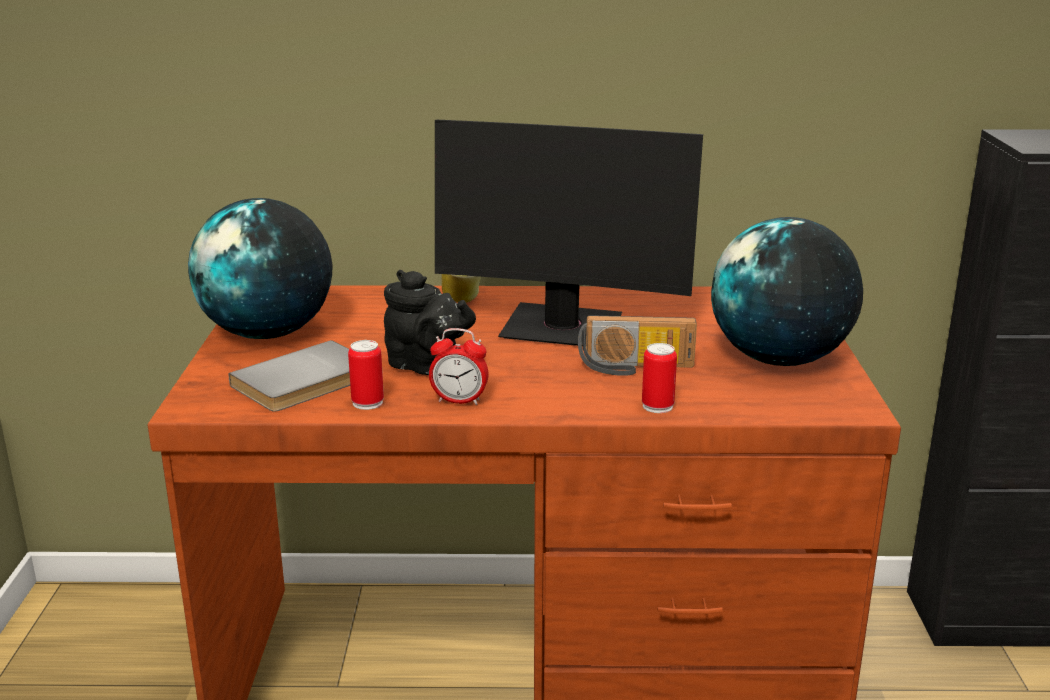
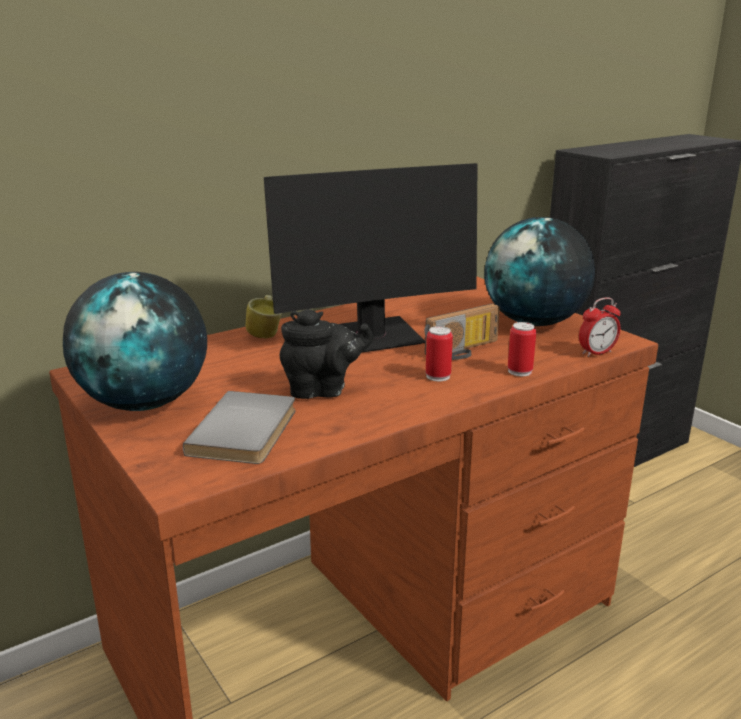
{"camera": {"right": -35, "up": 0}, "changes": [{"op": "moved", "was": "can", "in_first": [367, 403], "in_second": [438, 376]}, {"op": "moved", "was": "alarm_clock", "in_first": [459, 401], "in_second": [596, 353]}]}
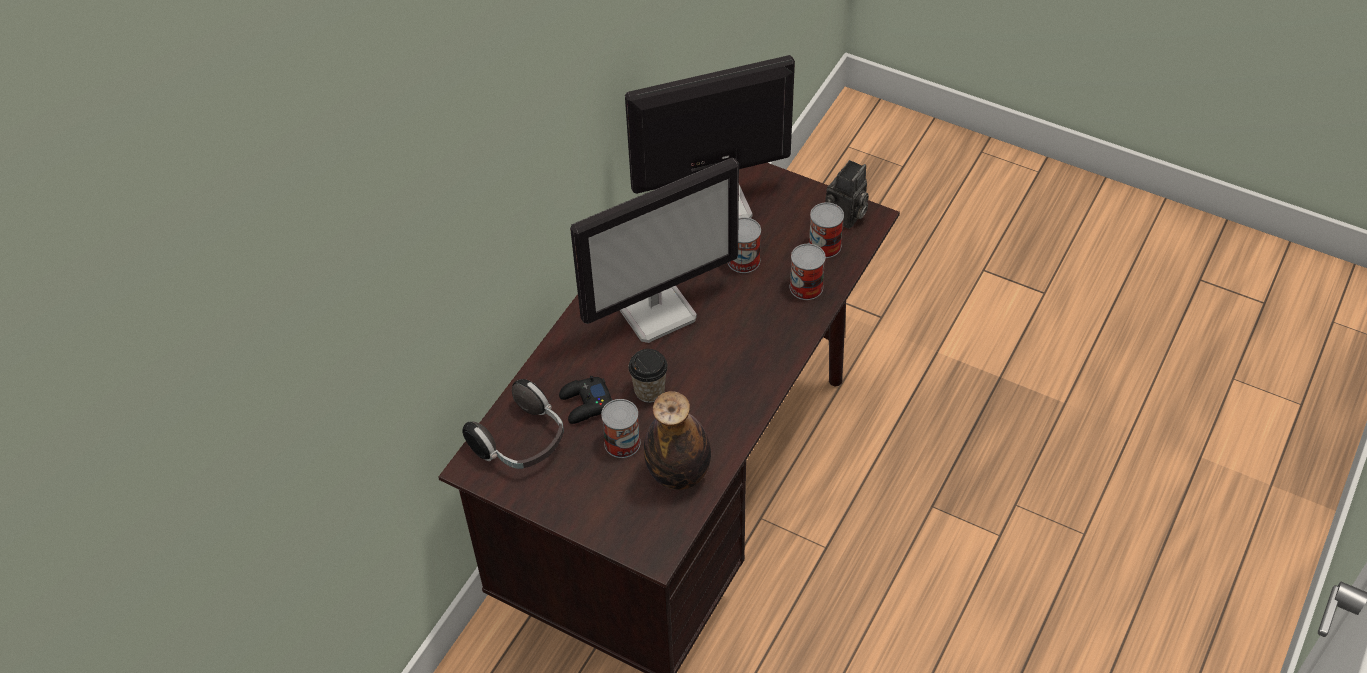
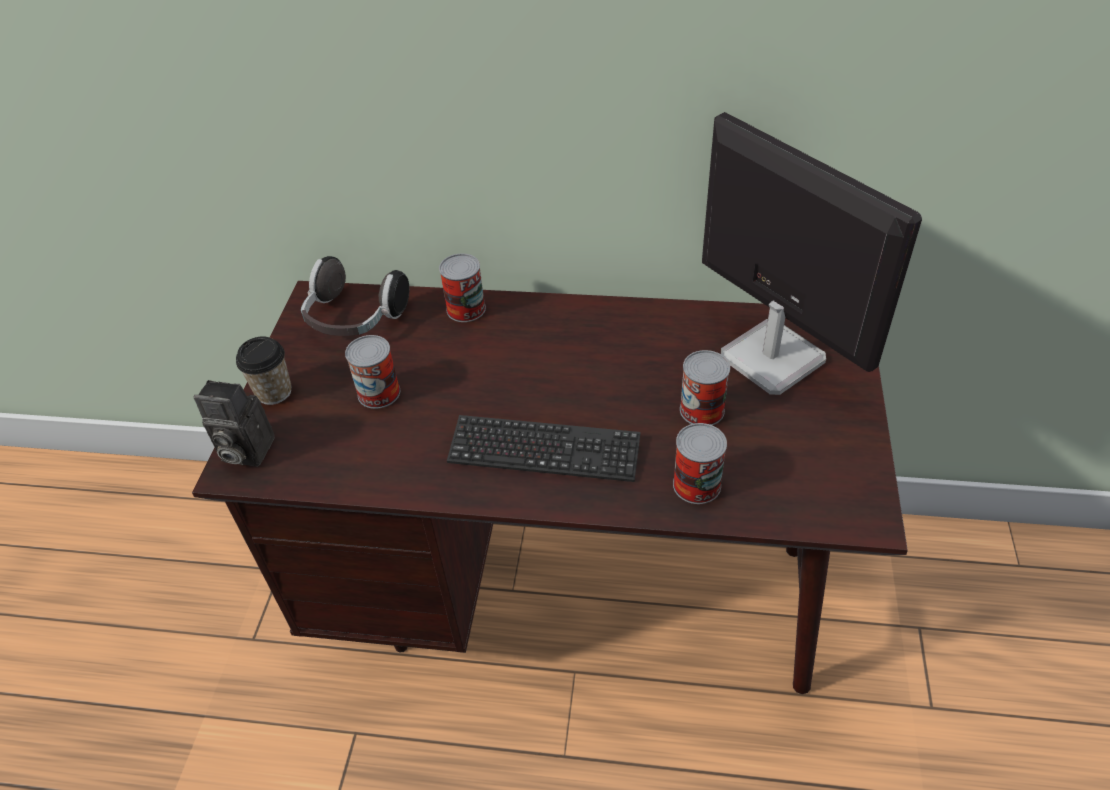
{"camera": {"right": 70, "up": -5}, "changes": [{"op": "moved", "was": "photo_camera", "in_first": [845, 216], "in_second": [244, 451]}, {"op": "moved", "was": "cup", "in_first": [649, 391], "in_second": [274, 392]}, {"op": "moved", "was": "can", "in_first": [824, 245], "in_second": [466, 309]}, {"op": "added", "now": "keyboard", "in_second": [544, 451]}, {"op": "removed", "was": "black_game_controller", "in_first": [586, 404]}, {"op": "removed", "was": "monitor", "in_first": [657, 310]}, {"op": "removed", "was": "bottle", "in_first": [678, 473]}]}
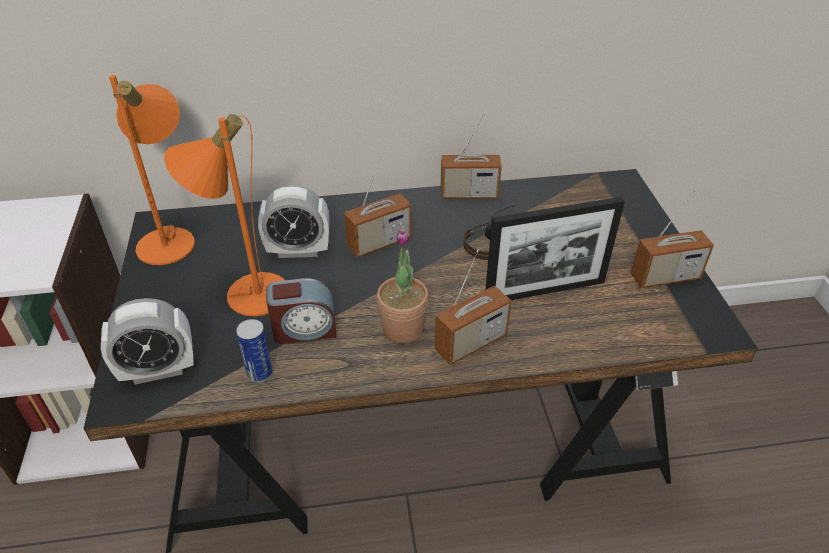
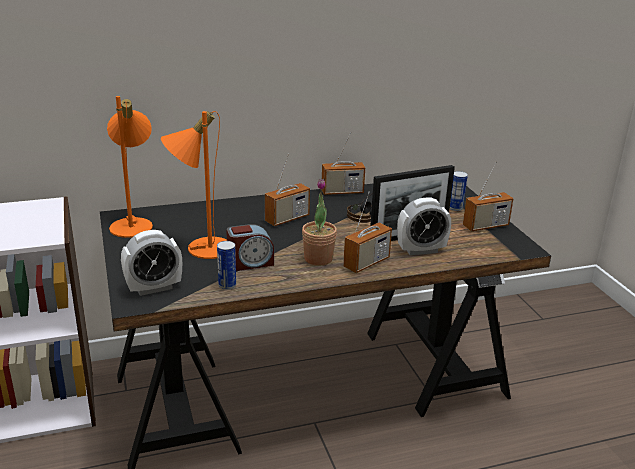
{"camera": {"right": -10, "up": -15}, "changes": [{"op": "moved", "was": "alarm_clock", "in_first": [298, 251], "in_second": [421, 250]}, {"op": "added", "now": "can", "in_second": [455, 208]}]}
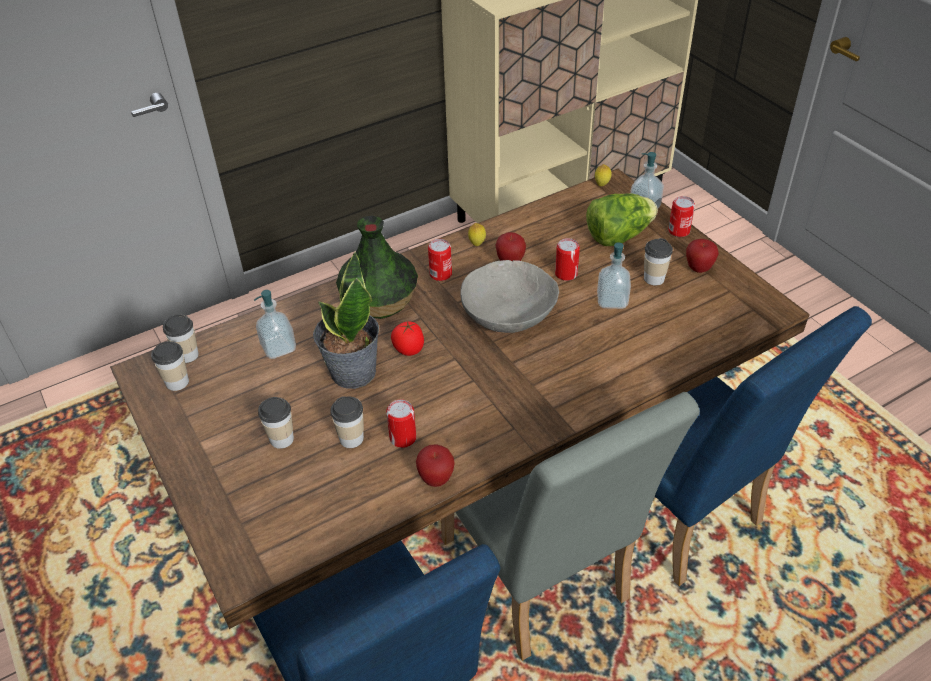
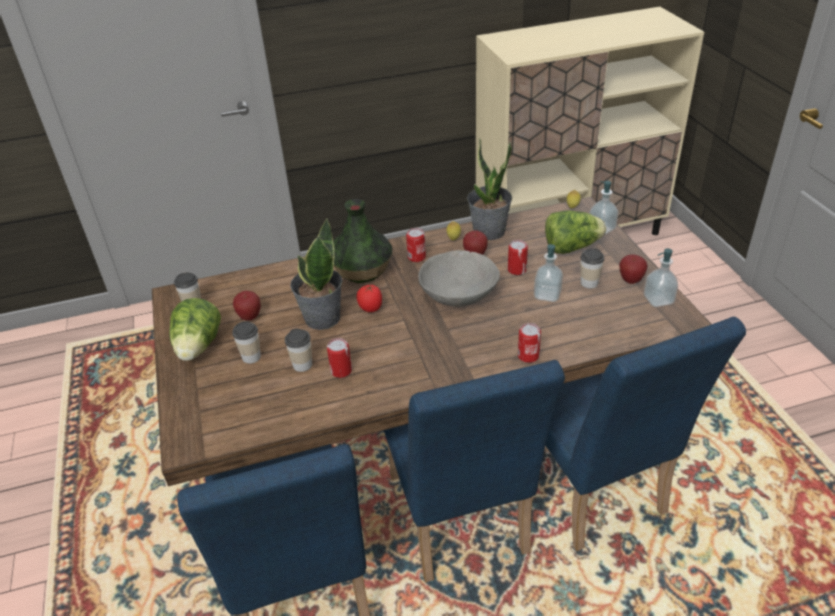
{"camera": {"right": 15, "up": -5}, "changes": [{"op": "added", "now": "lettuce", "in_second": [198, 347]}, {"op": "moved", "was": "apple", "in_first": [436, 479], "in_second": [250, 317]}, {"op": "recoloured", "was": "grey_chair", "now": "blue_chair", "in_first": [540, 582], "in_second": [460, 524]}, {"op": "added", "now": "potted_plant", "in_second": [489, 231]}, {"op": "moved", "was": "can", "in_first": [679, 231], "in_second": [528, 356]}, {"op": "moved", "was": "soap_dispenser", "in_first": [279, 348], "in_second": [658, 300]}, {"op": "removed", "was": "cup", "in_first": [187, 355]}]}
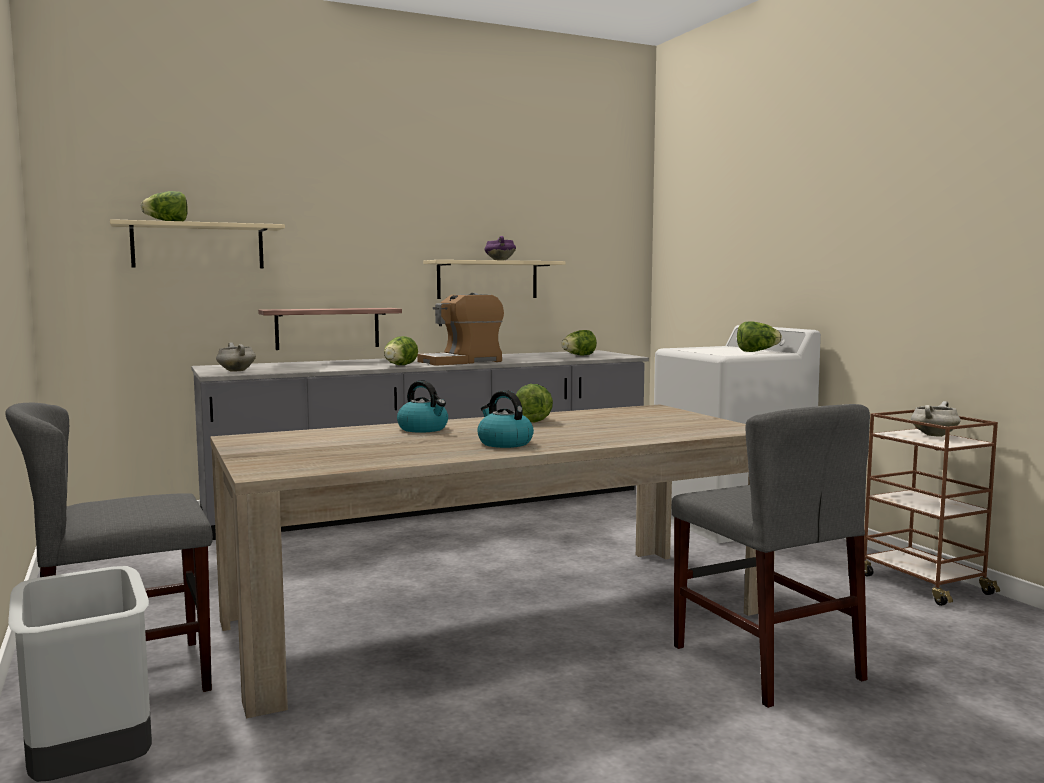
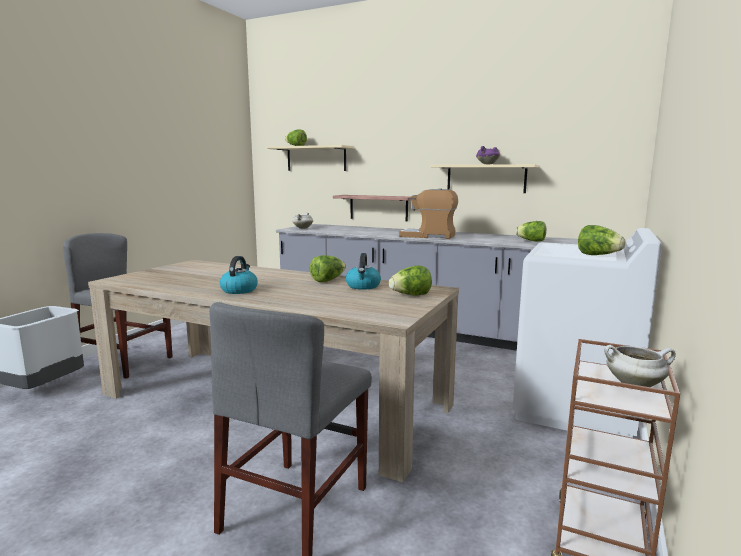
{"camera": {"right": 50, "up": 5}, "changes": [{"op": "moved", "was": "kettle", "in_first": [423, 429], "in_second": [363, 286]}, {"op": "moved", "was": "lettuce", "in_first": [399, 365], "in_second": [411, 295]}]}
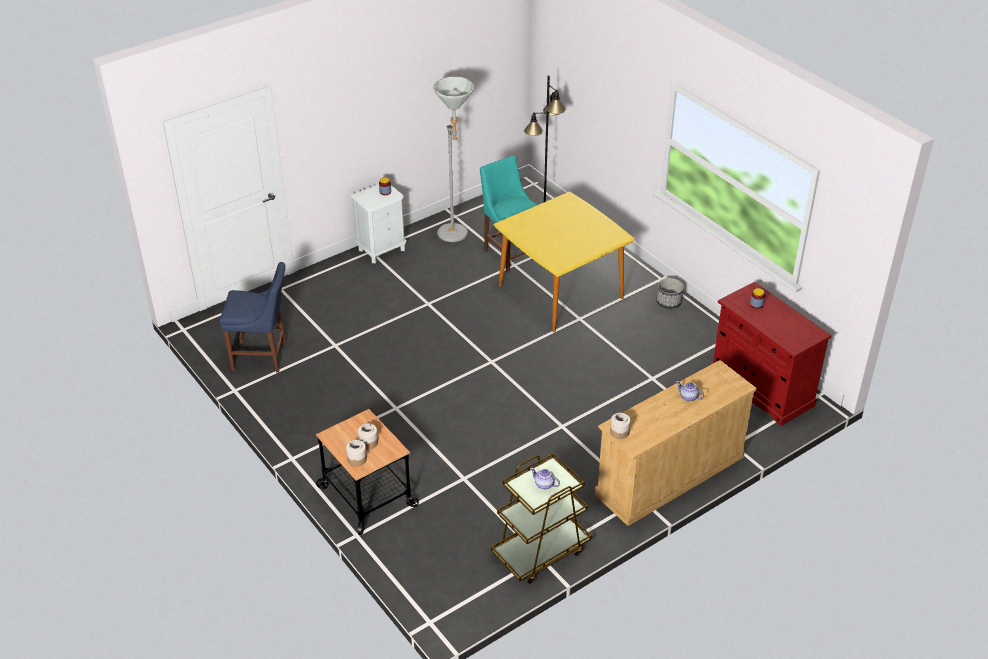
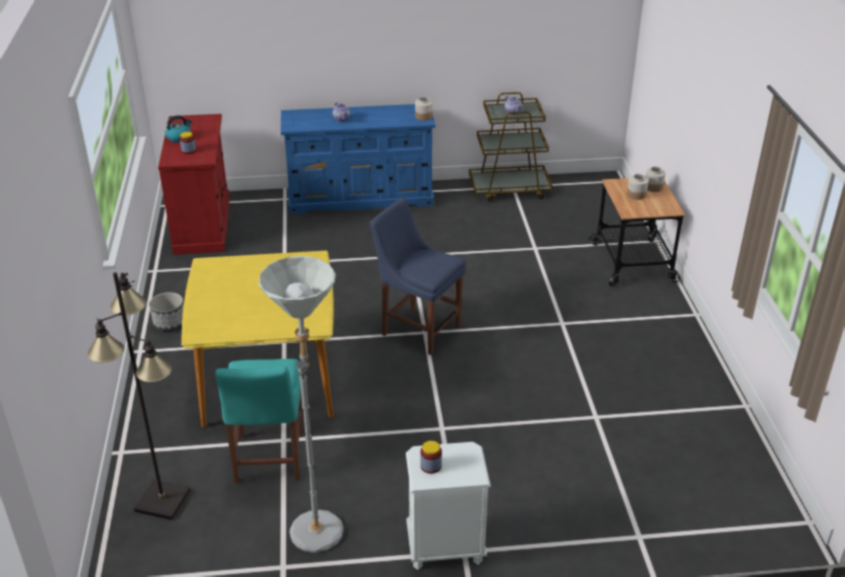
{"camera": {"right": -150, "up": -5}, "changes": [{"op": "added", "now": "kettle", "in_second": [179, 137]}, {"op": "recoloured", "was": "beige_dresser", "now": "blue_dresser", "in_first": [669, 476], "in_second": [361, 197]}, {"op": "moved", "was": "blue_chair", "in_first": [262, 357], "in_second": [418, 329]}]}
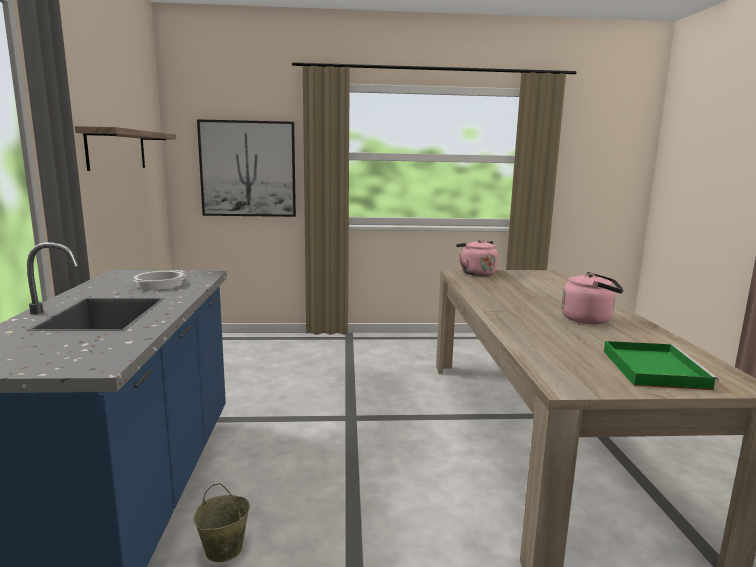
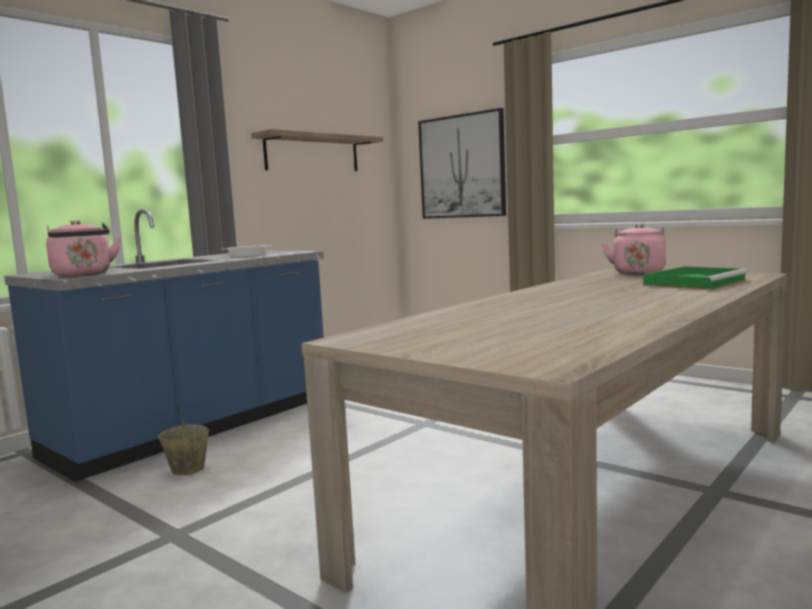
{"camera": {"right": 45, "up": -5}, "changes": [{"op": "moved", "was": "pink_kettle", "in_first": [589, 319], "in_second": [83, 275]}, {"op": "moved", "was": "green_tray", "in_first": [652, 368], "in_second": [695, 282]}]}
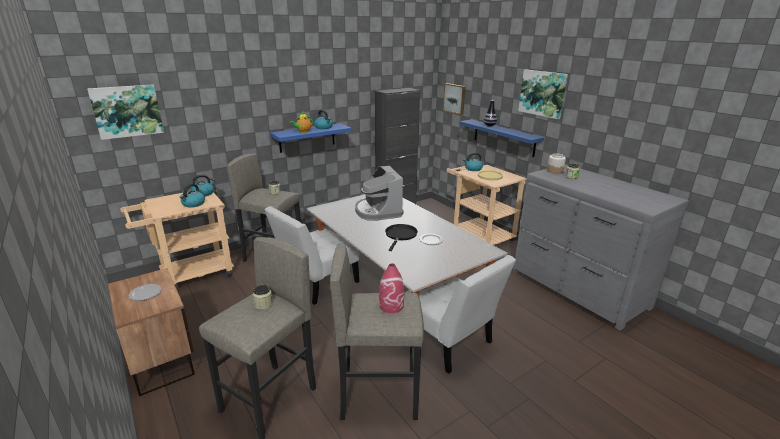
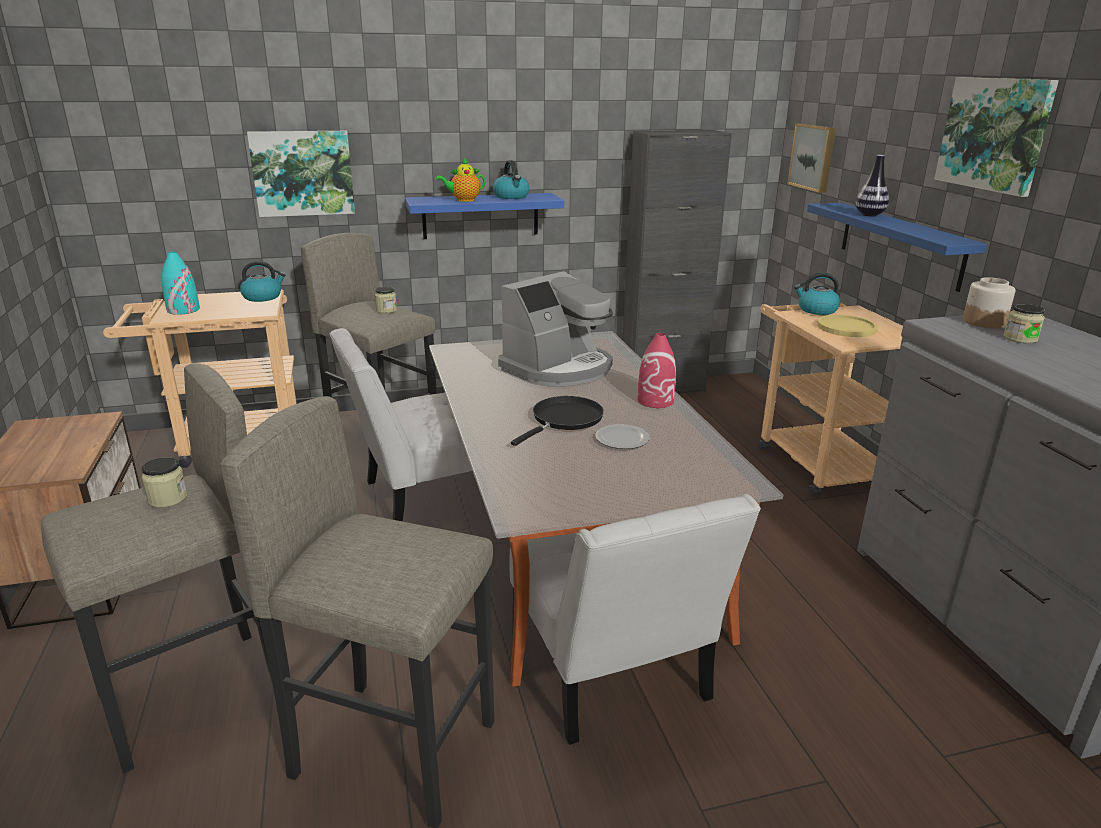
{"camera": {"right": 20, "up": 0}, "changes": [{"op": "added", "now": "turquoise_vase", "in_second": [183, 310]}, {"op": "moved", "was": "picture", "in_first": [127, 111], "in_second": [303, 173]}, {"op": "turned", "was": "coffee_machine", "in_first": [378, 211], "in_second": [558, 368], "clockwise": -135}, {"op": "moved", "was": "red_vase", "in_first": [391, 305], "in_second": [656, 401]}, {"op": "removed", "was": "plate", "in_first": [145, 294]}, {"op": "removed", "was": "kettle", "in_first": [193, 204]}]}
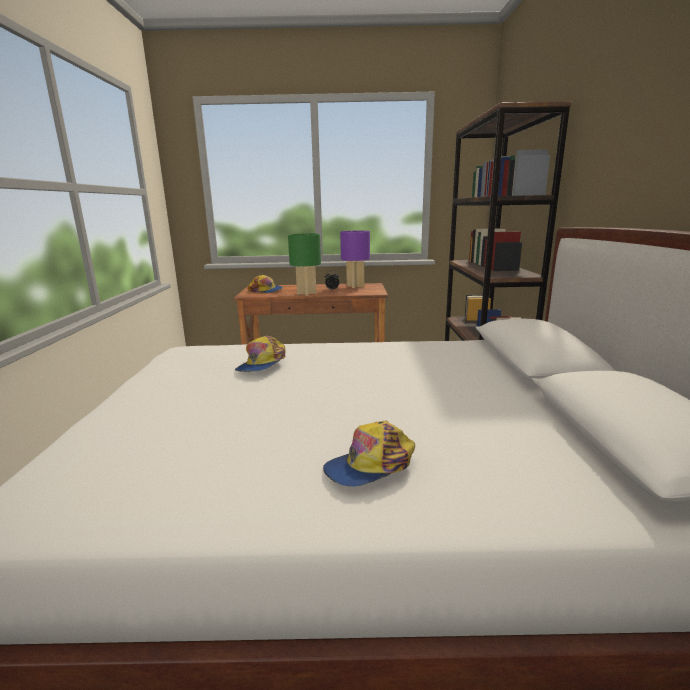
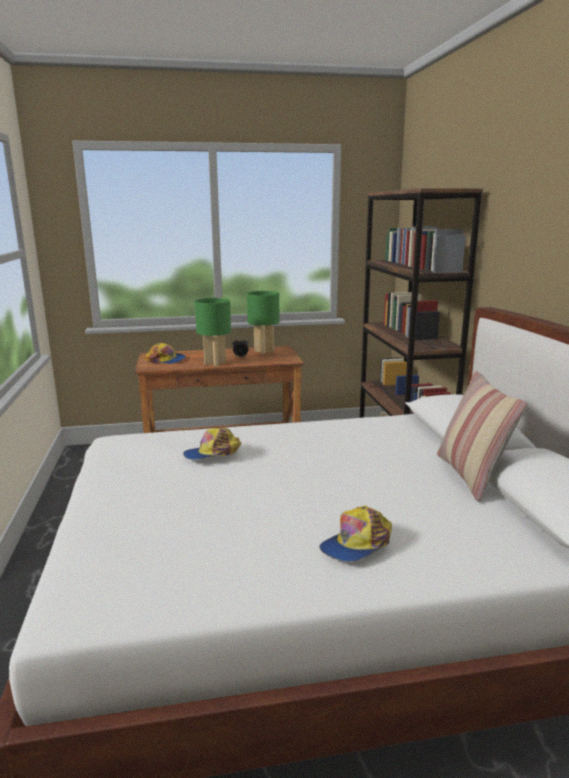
{"camera": {"right": -10, "up": 0}, "changes": [{"op": "turned", "was": "cap", "in_first": [262, 364], "in_second": [213, 454], "clockwise": 60}, {"op": "recoloured", "was": "purple_table_lamp", "now": "green_table_lamp", "in_first": [356, 286], "in_second": [264, 351]}, {"op": "added", "now": "pillow", "in_second": [471, 476]}]}
